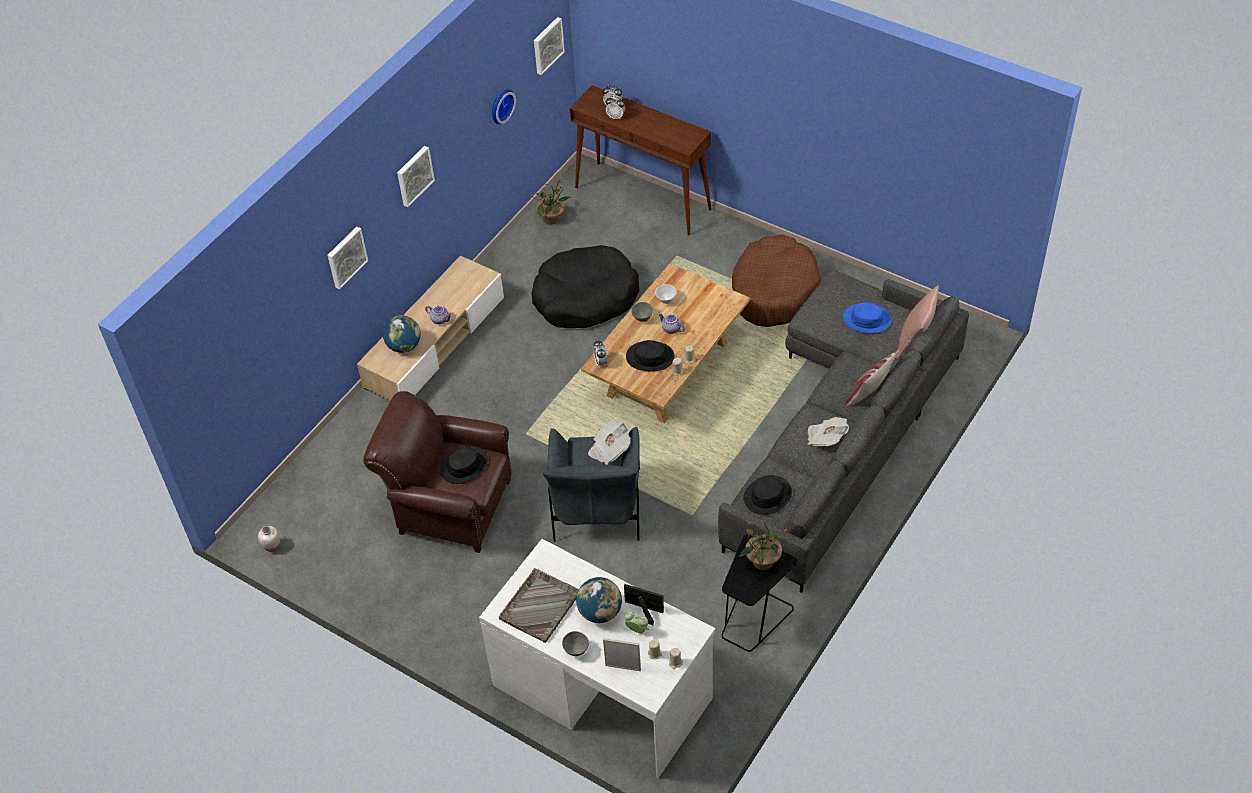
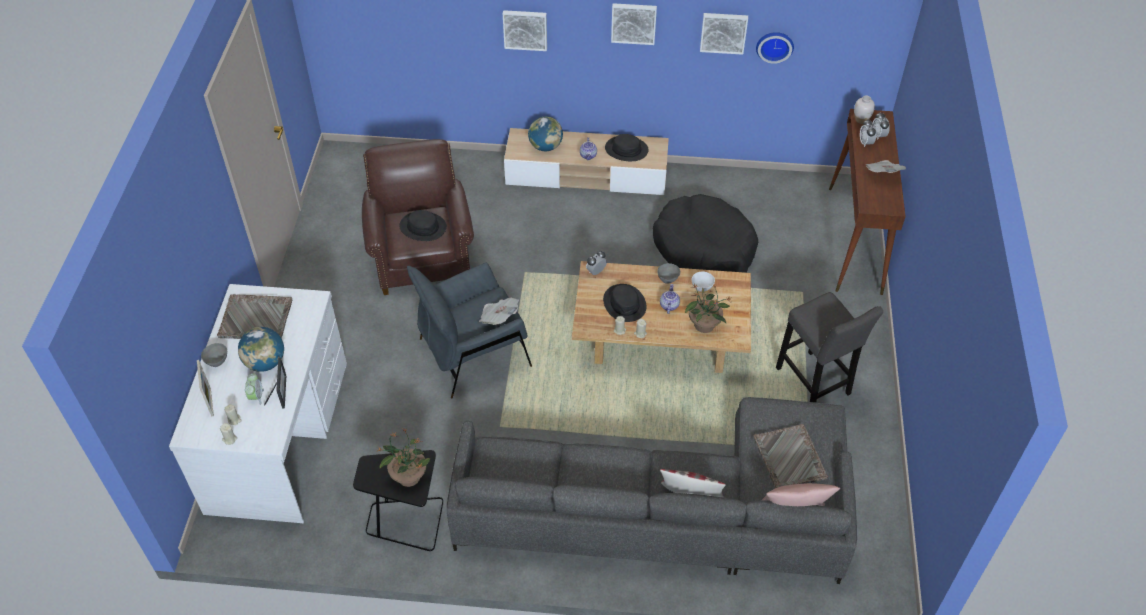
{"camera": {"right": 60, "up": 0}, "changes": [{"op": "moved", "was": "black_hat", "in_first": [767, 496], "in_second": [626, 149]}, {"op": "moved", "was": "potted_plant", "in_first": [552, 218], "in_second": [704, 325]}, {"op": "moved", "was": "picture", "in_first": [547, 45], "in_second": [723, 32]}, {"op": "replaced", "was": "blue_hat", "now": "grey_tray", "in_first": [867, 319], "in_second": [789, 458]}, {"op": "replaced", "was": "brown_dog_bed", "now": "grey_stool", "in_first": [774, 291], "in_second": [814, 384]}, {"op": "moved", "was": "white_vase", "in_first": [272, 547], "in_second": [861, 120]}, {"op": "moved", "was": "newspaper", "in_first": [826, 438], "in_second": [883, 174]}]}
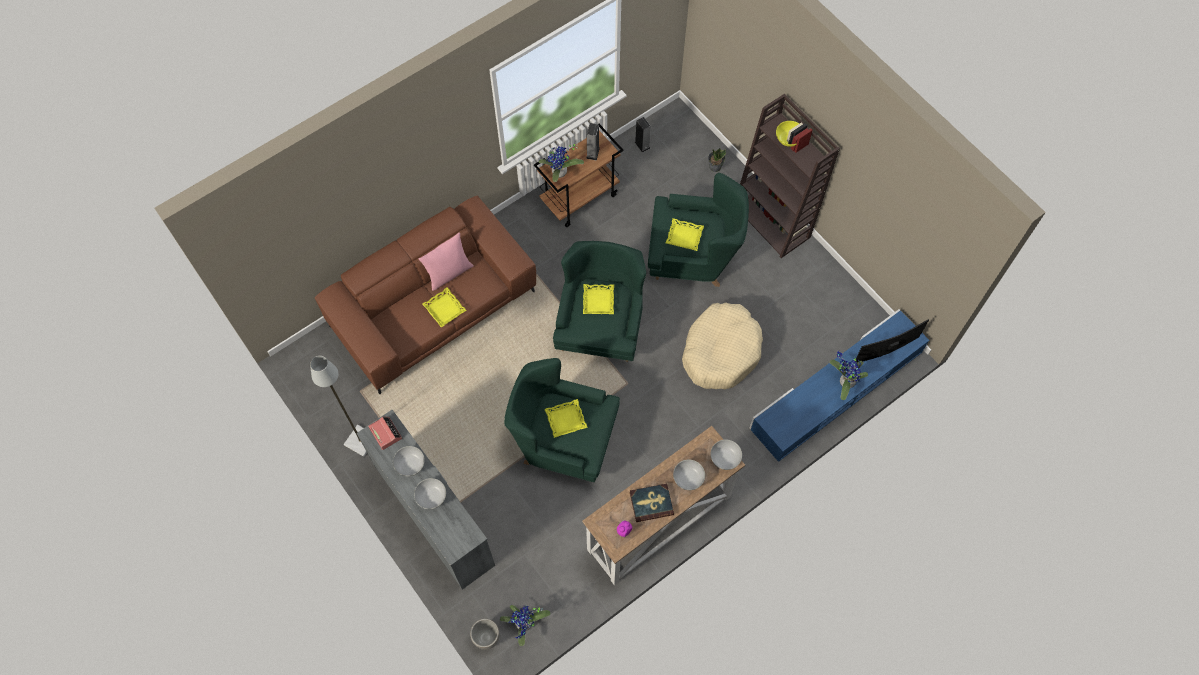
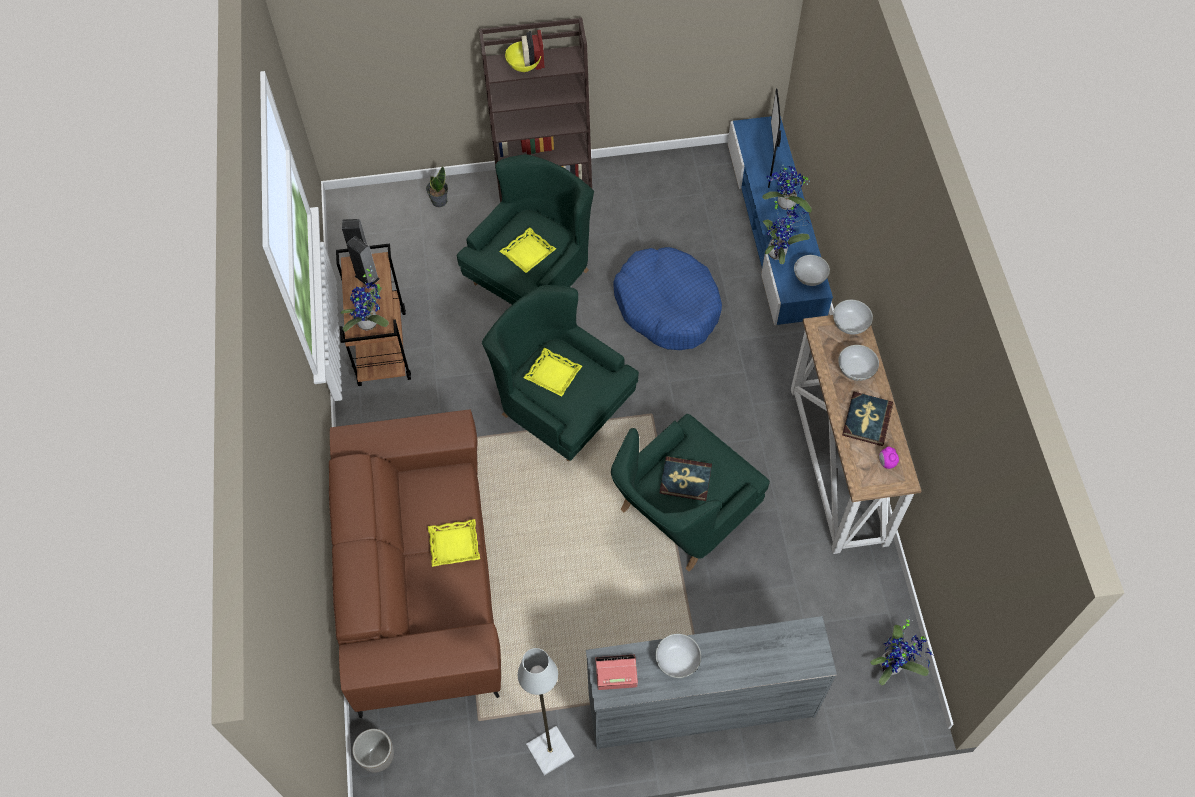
{"camera": {"right": -60, "up": -5}, "changes": [{"op": "moved", "was": "planter", "in_first": [487, 638], "in_second": [377, 757]}, {"op": "recoloured", "was": "beige_dog_bed", "now": "blue_dog_bed", "in_first": [721, 351], "in_second": [667, 306]}, {"op": "replaced", "was": "yellow_tray", "now": "book", "in_first": [566, 420], "in_second": [685, 480]}, {"op": "added", "now": "potted_plant", "in_second": [779, 252]}, {"op": "moved", "was": "white_bowl", "in_first": [432, 497], "in_second": [810, 278]}, {"op": "removed", "was": "pink_pillow", "in_first": [449, 273]}]}
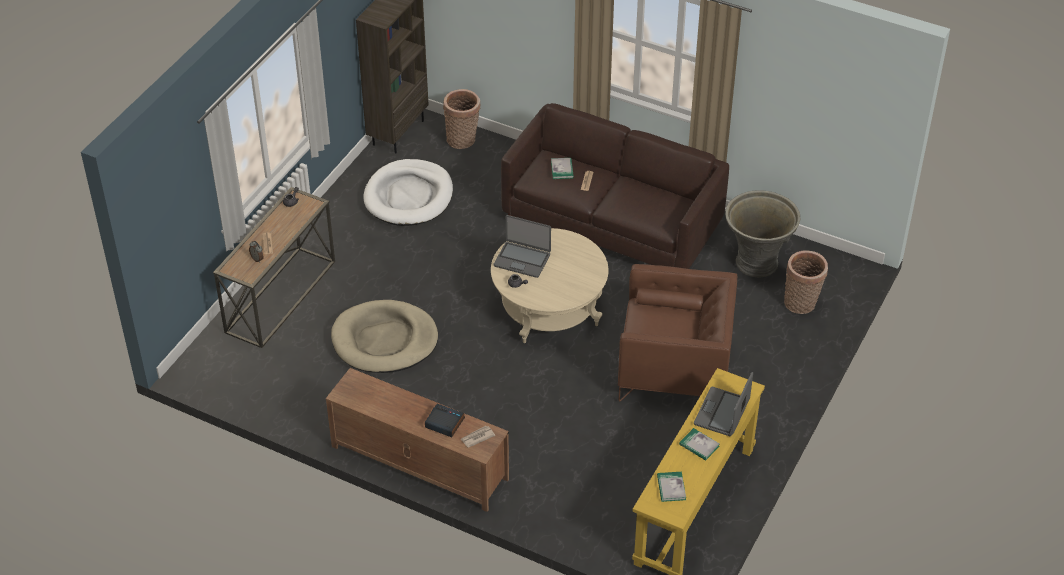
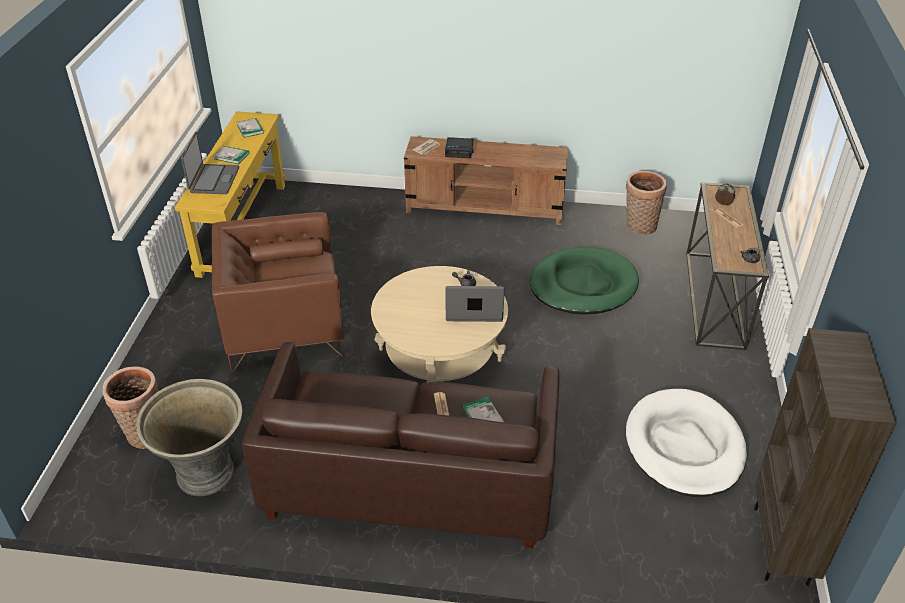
{"camera": {"right": 160, "up": -5}, "changes": [{"op": "recoloured", "was": "beige_dog_bed", "now": "green_dog_bed", "in_first": [385, 340], "in_second": [583, 285]}, {"op": "moved", "was": "basket", "in_first": [463, 140], "in_second": [639, 226]}]}
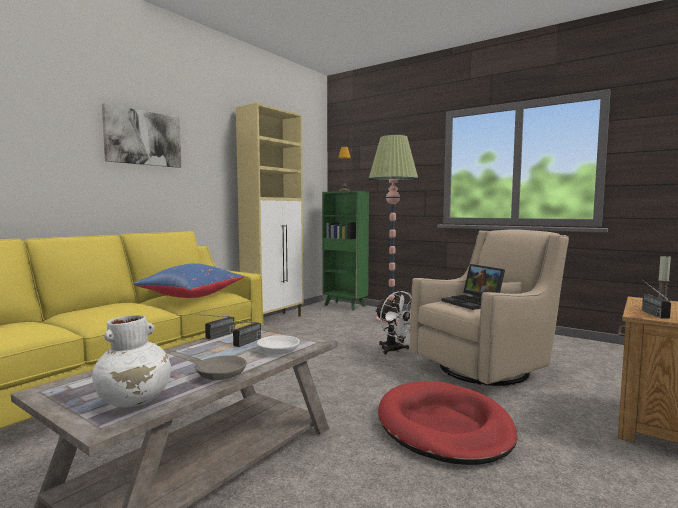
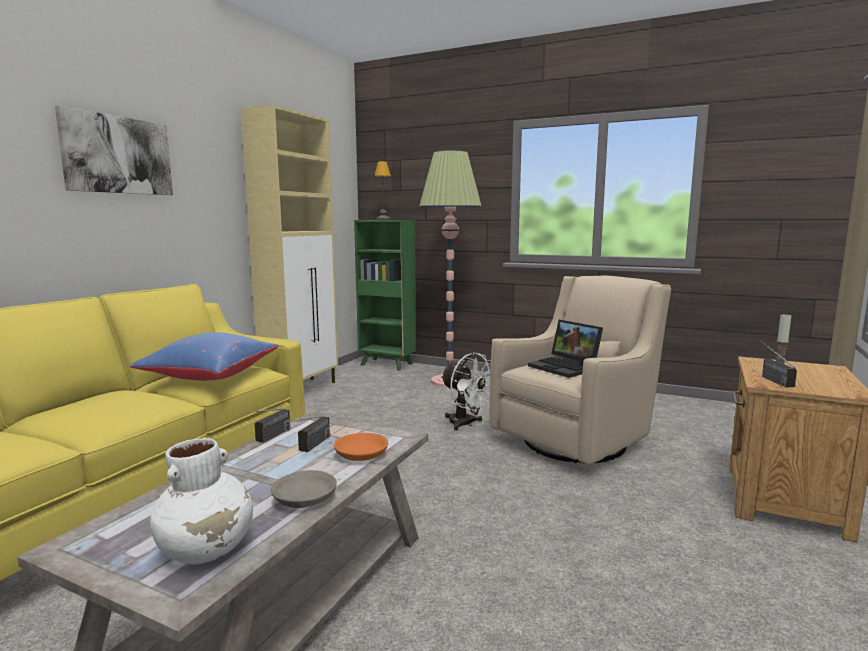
{"camera": {"right": -10, "up": 5}, "changes": [{"op": "recoloured", "was": "white_bowl", "now": "orange_bowl", "in_first": [277, 351], "in_second": [360, 454]}, {"op": "removed", "was": "red_dog_bed", "in_first": [444, 427]}]}
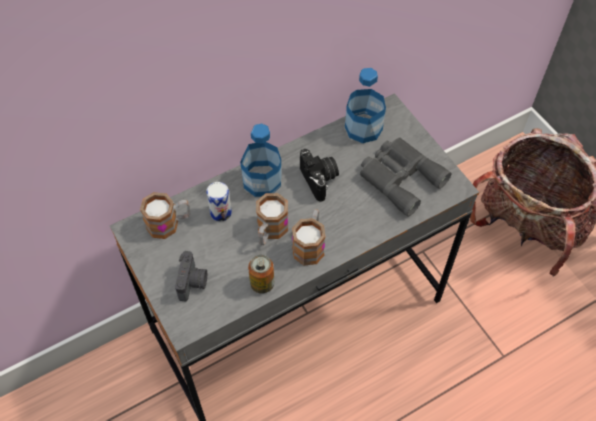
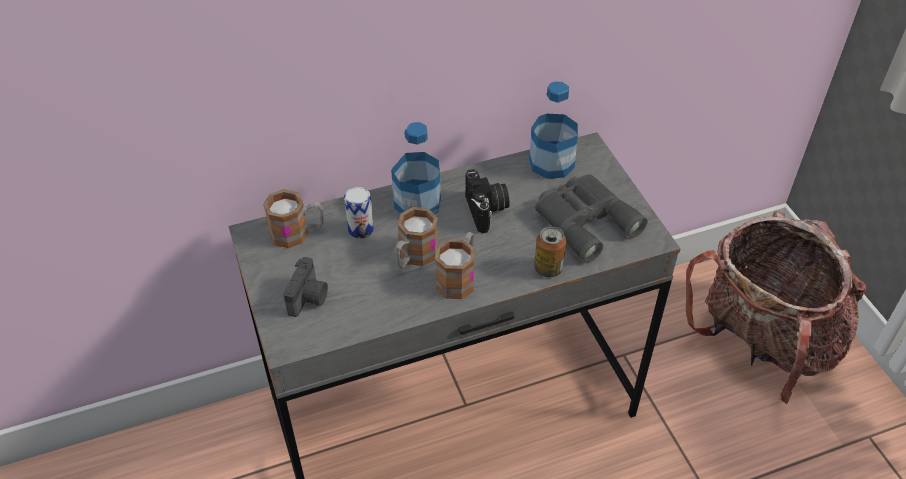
{"camera": {"right": 10, "up": -10}, "changes": [{"op": "moved", "was": "can", "in_first": [262, 283], "in_second": [548, 268]}]}
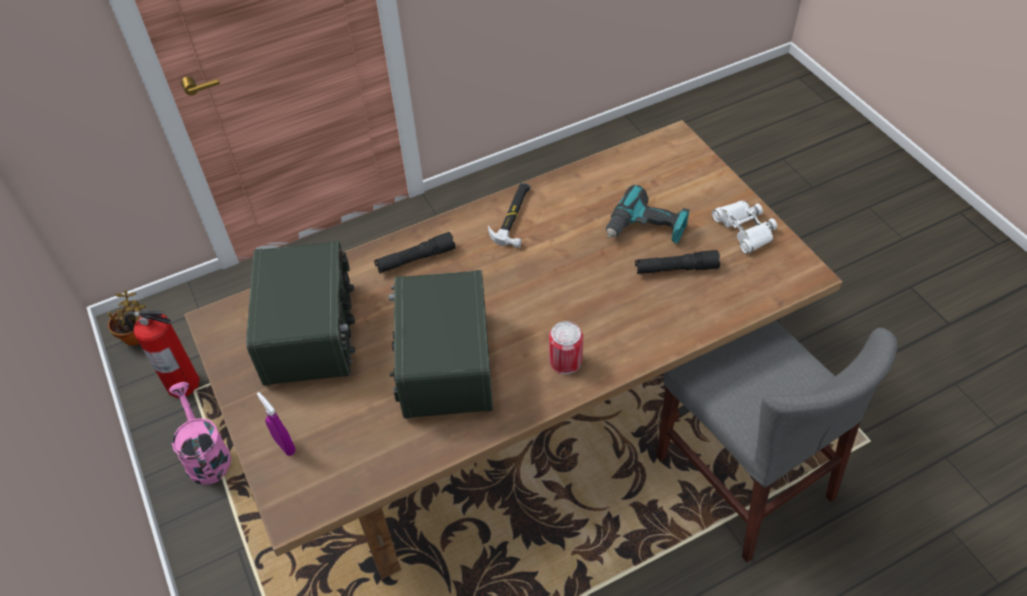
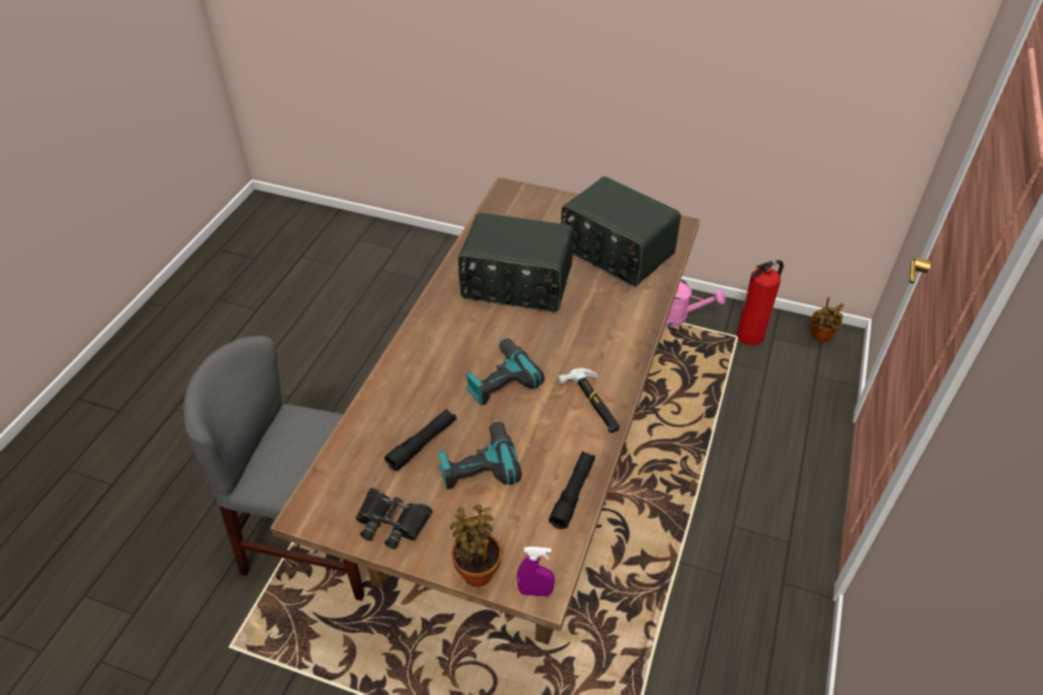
{"camera": {"right": 135, "up": -5}, "changes": [{"op": "recoloured", "was": "white_binoculars", "now": "black_binoculars", "in_first": [744, 229], "in_second": [392, 522]}, {"op": "added", "now": "potted_plant", "in_second": [477, 570]}, {"op": "turned", "was": "radio", "in_first": [443, 364], "in_second": [516, 284], "clockwise": 150}, {"op": "added", "now": "power_drill", "in_second": [499, 378]}, {"op": "moved", "was": "purple_spray_bottle", "in_first": [284, 445], "in_second": [535, 591]}, {"op": "moved", "was": "black_flashlight", "in_first": [415, 259], "in_second": [573, 493]}, {"op": "removed", "was": "can", "in_first": [565, 361]}]}
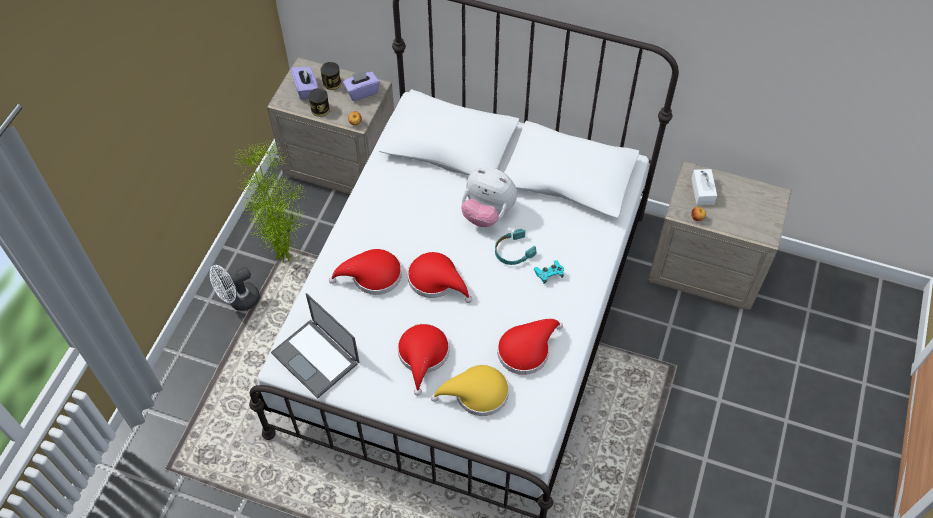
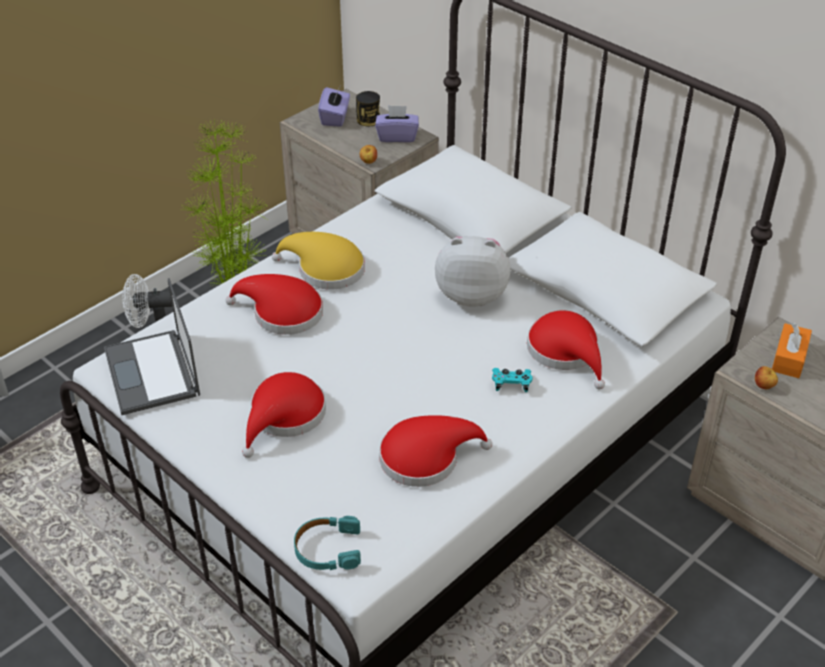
{"camera": {"right": 25, "up": -15}, "changes": [{"op": "moved", "was": "yellow_hat", "in_first": [476, 394], "in_second": [325, 270]}, {"op": "moved", "was": "turquoise_headphones", "in_first": [513, 251], "in_second": [327, 549]}, {"op": "turned", "was": "plush_toy", "in_first": [487, 213], "in_second": [471, 294], "clockwise": 135}, {"op": "moved", "was": "red_hat", "in_first": [436, 280], "in_second": [566, 352]}, {"op": "recoloured", "was": "white_tissue_box", "now": "orange_tissue_box", "in_first": [702, 191], "in_second": [789, 358]}, {"op": "removed", "was": "can", "in_first": [320, 109]}]}
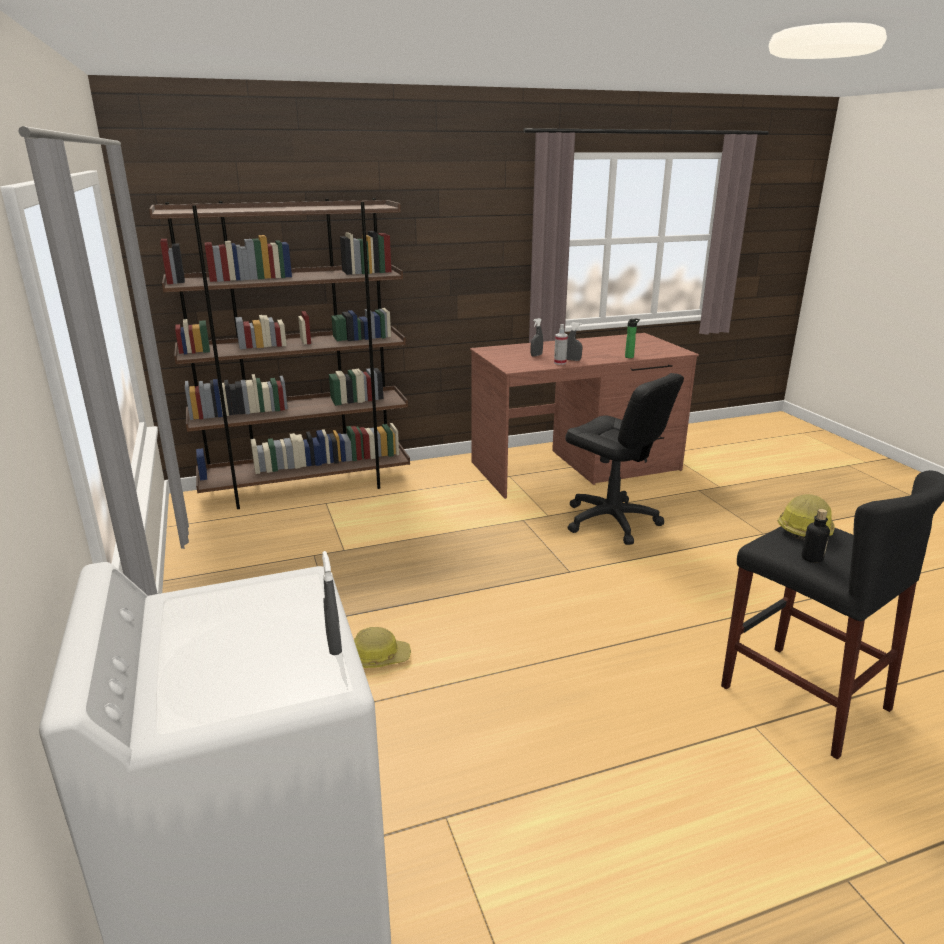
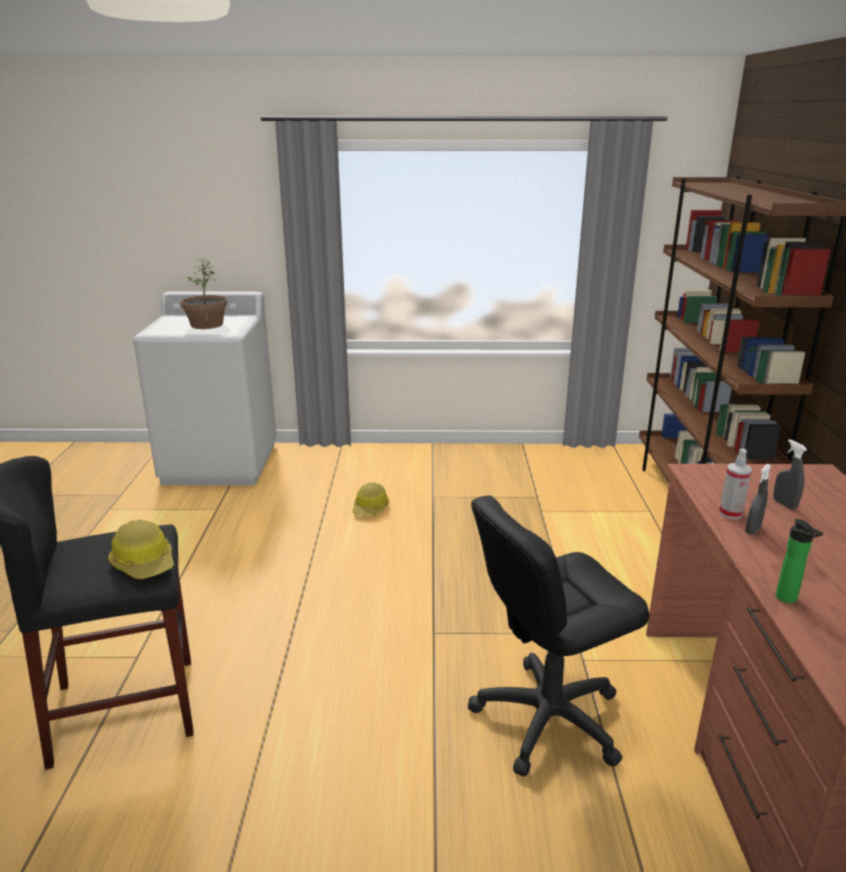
{"camera": {"right": 110, "up": 0}, "changes": [{"op": "added", "now": "potted_plant", "in_second": [206, 325]}, {"op": "removed", "was": "grey_spray_bottle", "in_first": [334, 645]}, {"op": "removed", "was": "bottle", "in_first": [812, 558]}]}
